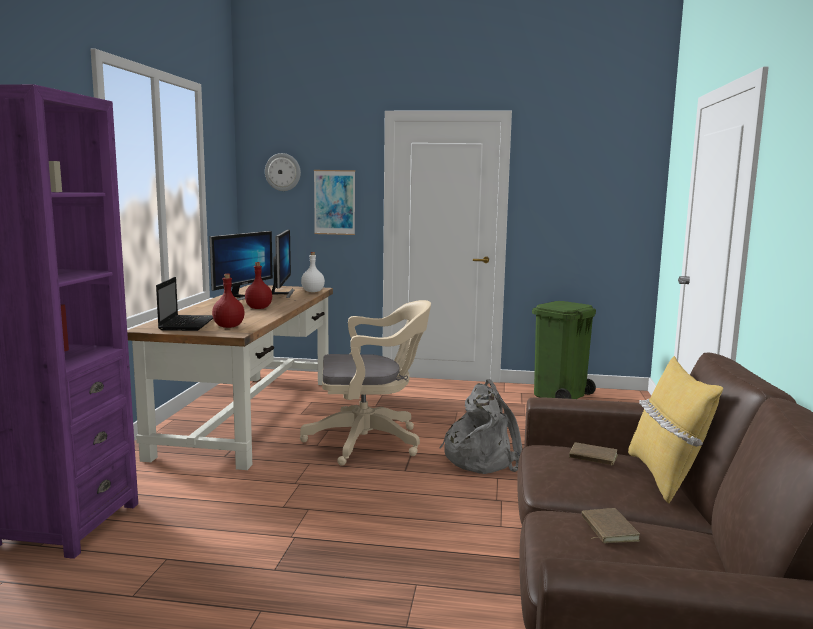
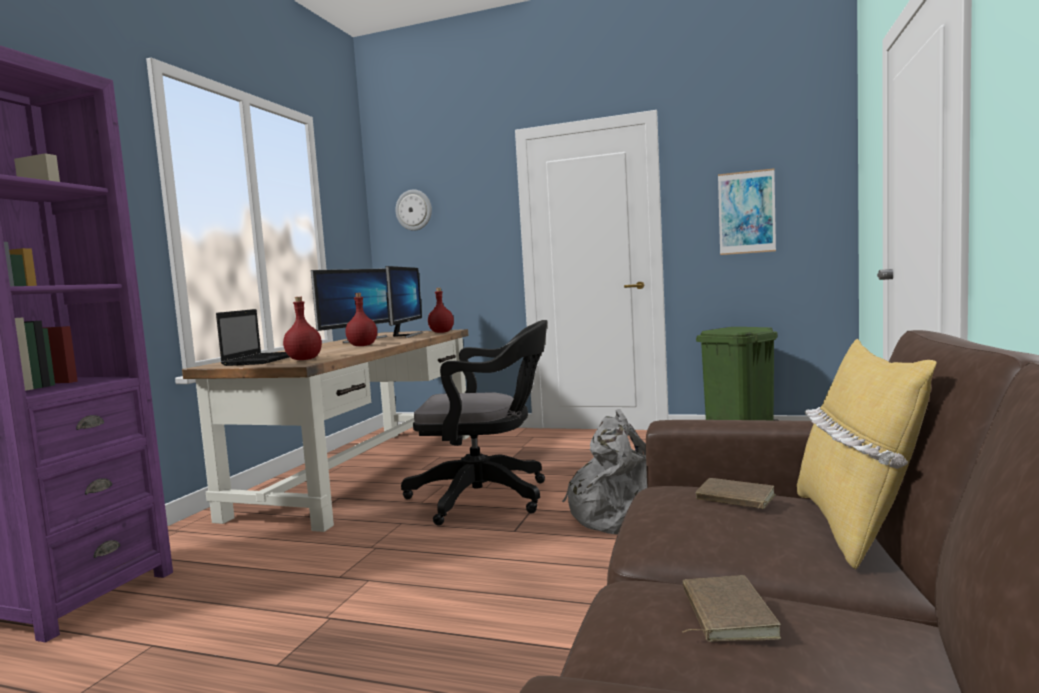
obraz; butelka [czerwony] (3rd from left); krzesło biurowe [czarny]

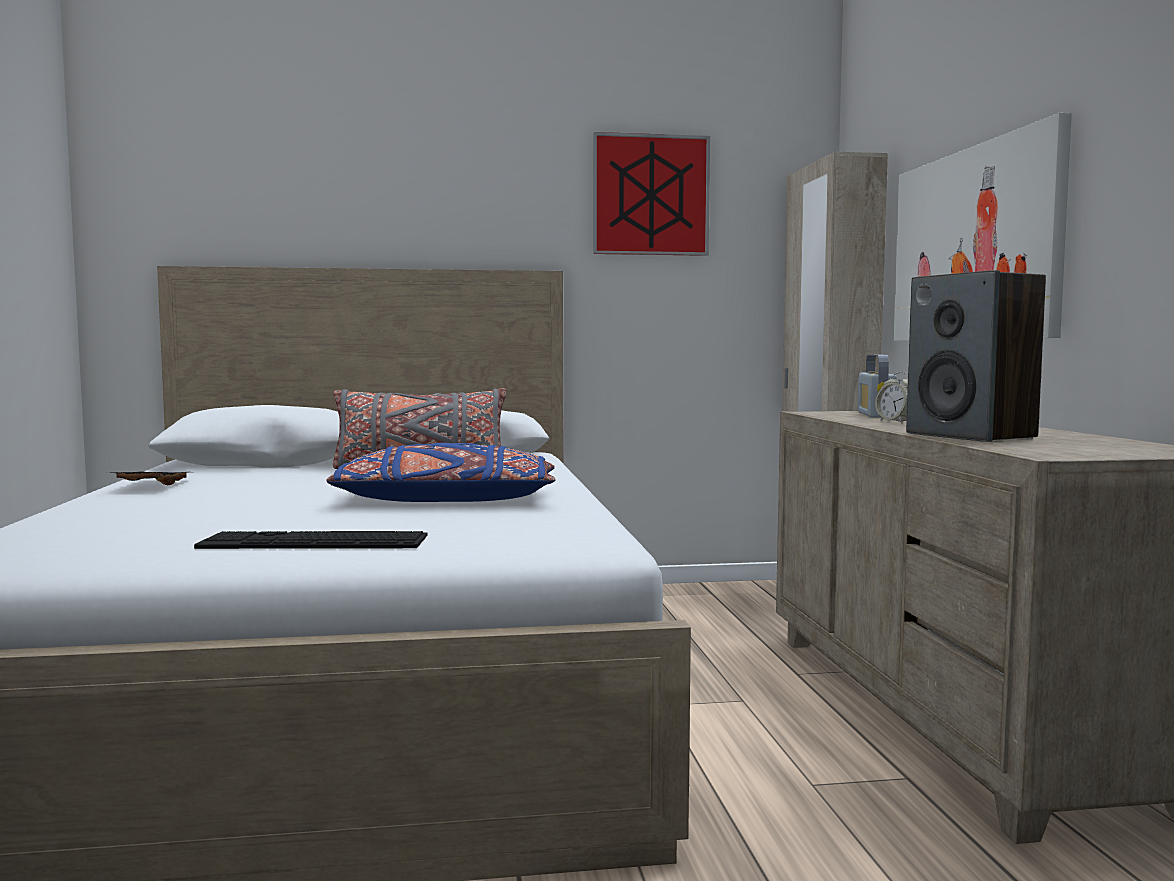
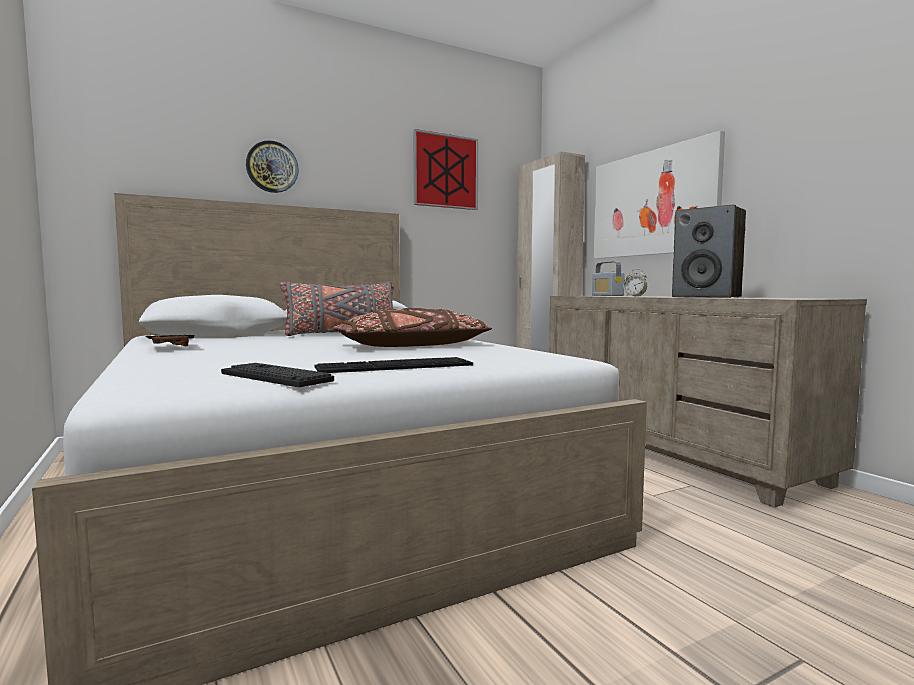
poduszka [brązowy]; zegar ścienny; klawiatura (1st from left)

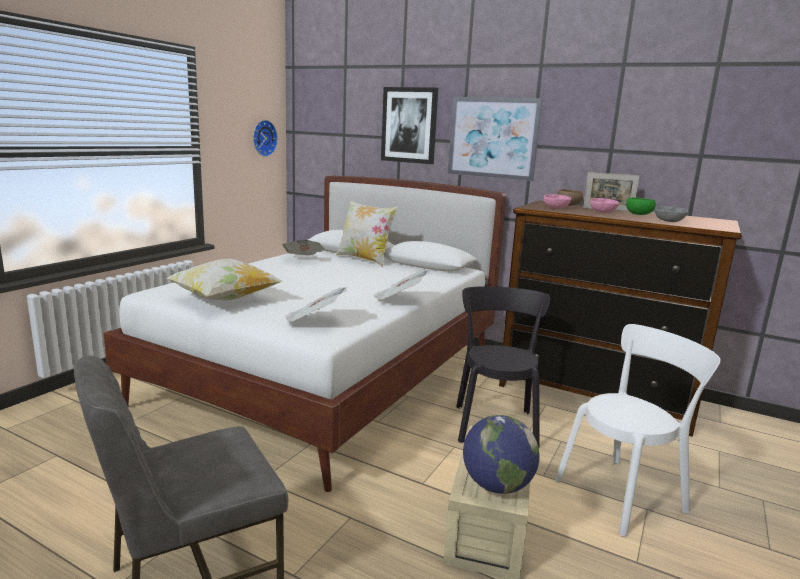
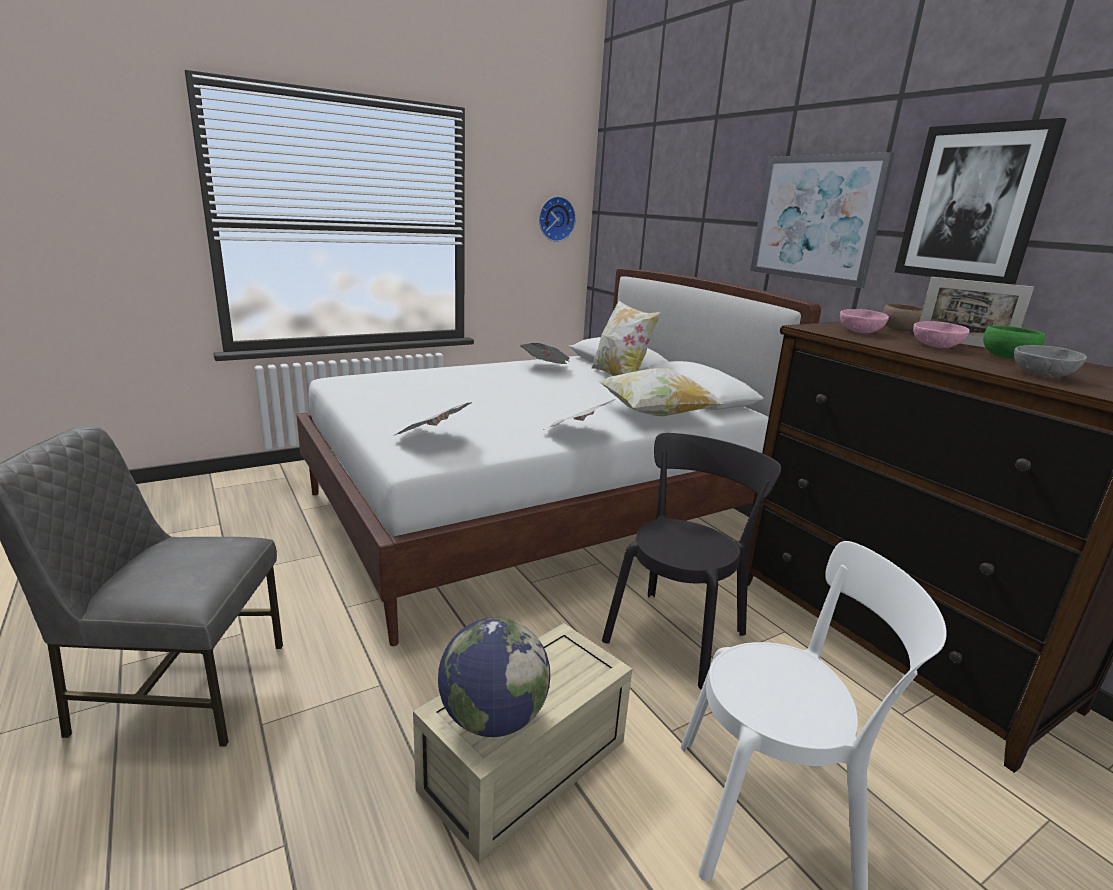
obraz (2nd from left); poduszka (2nd from left)

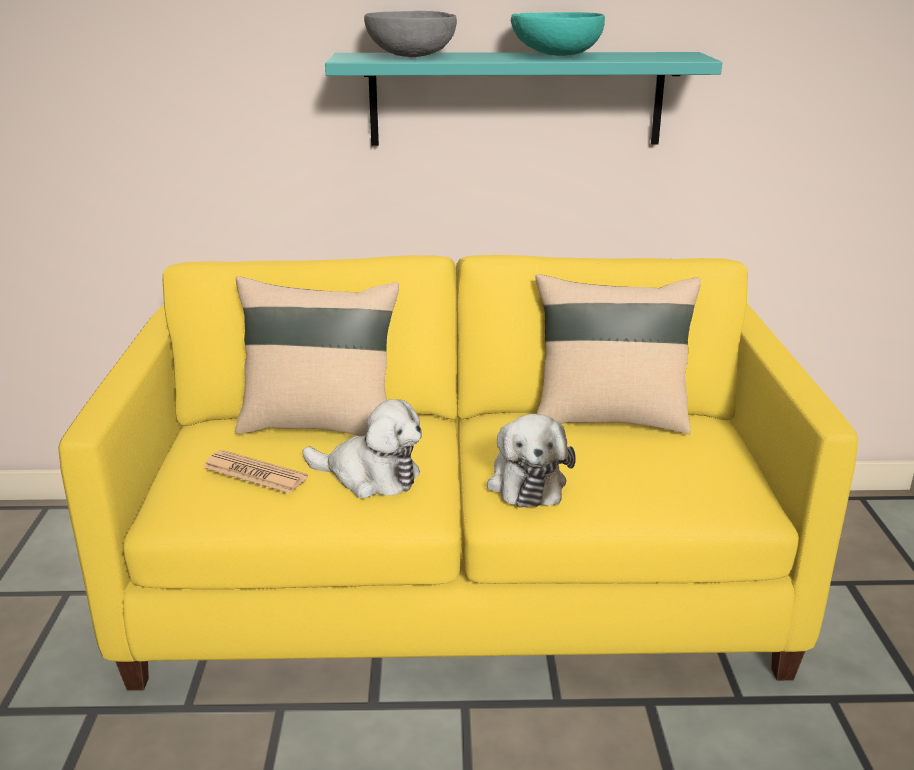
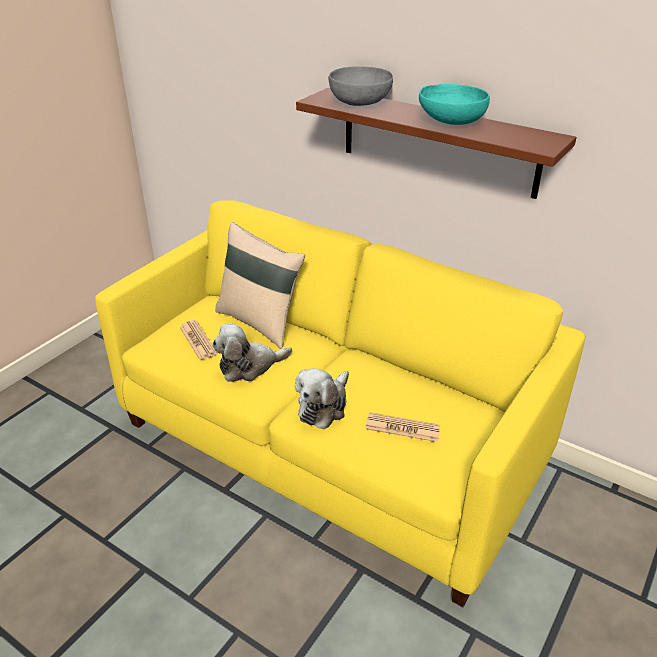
półka [brązowy]; poduszka [beżowy] (2nd from left in the first image); pluszak (1st from left); gazeta (2nd from left)

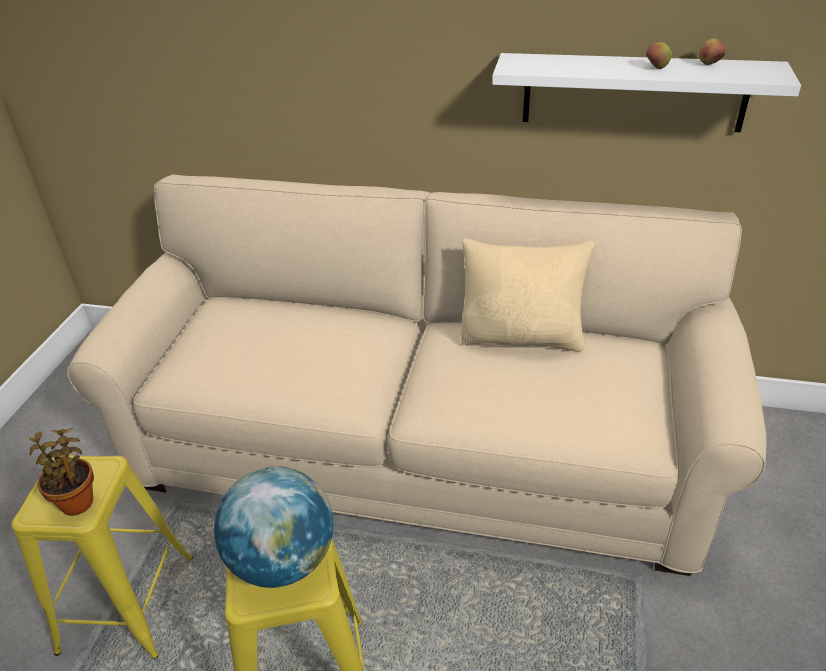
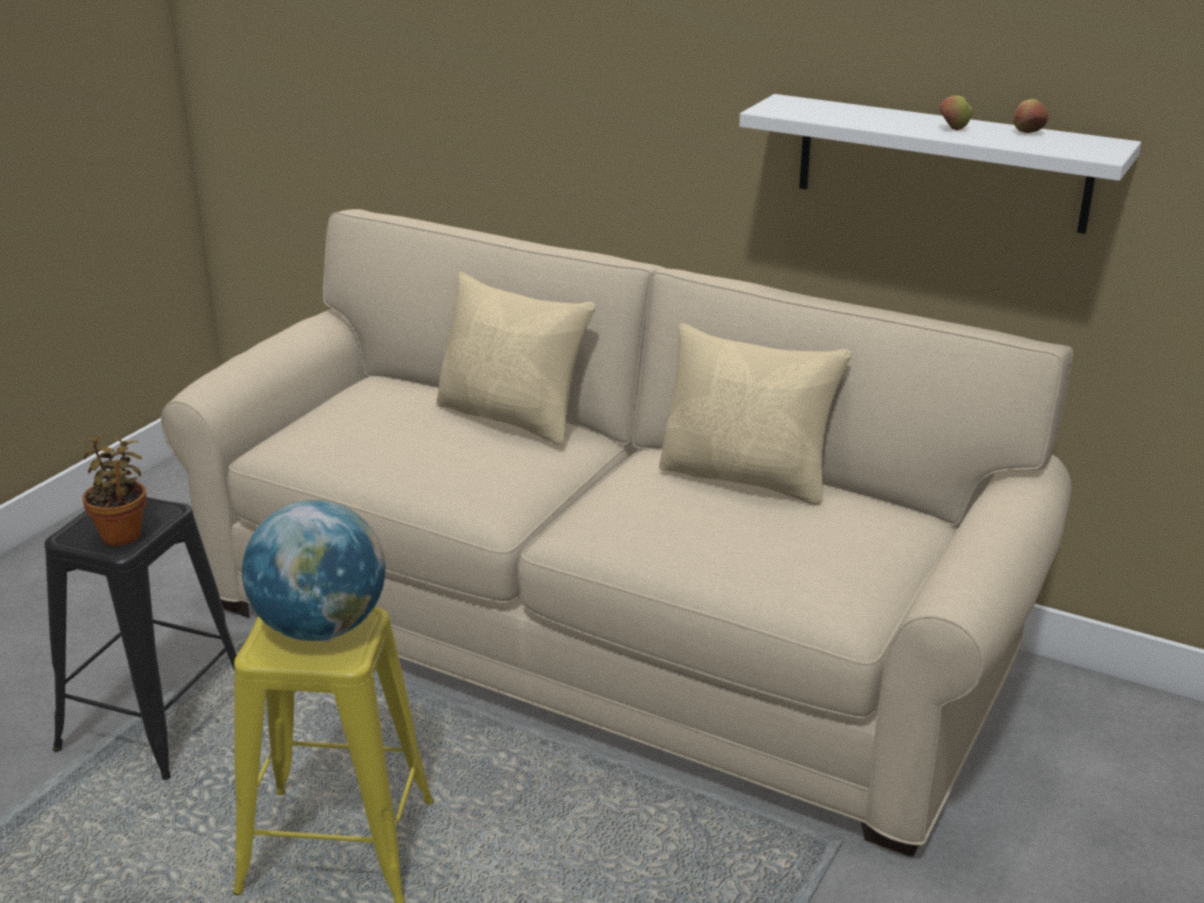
stołek [czarny]; poduszka [beżowy] (1st from left)

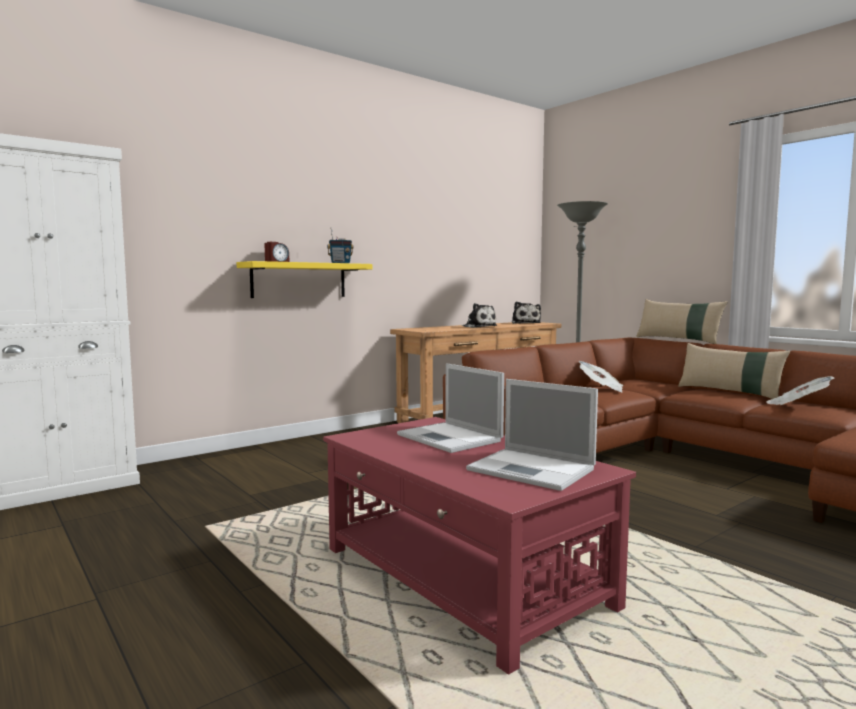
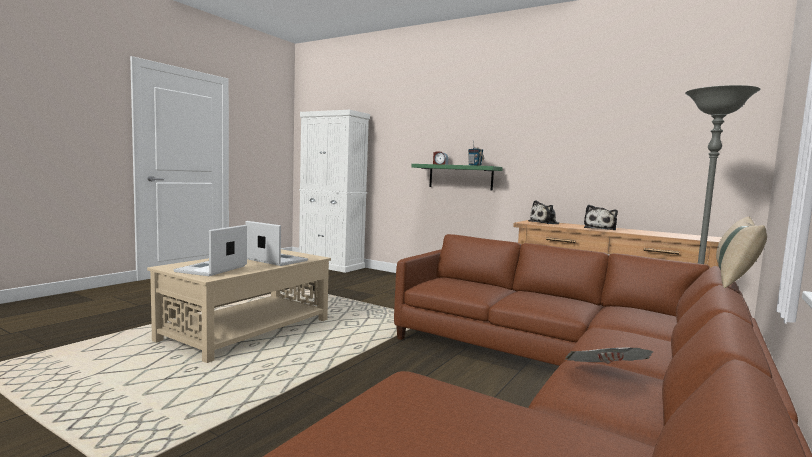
półka [zielony]; pluszak (1st from left); poduszka [beżowy] (2nd from left in the first image); gazeta (1st from left in the first image); laptop (2nd from left); ława [beżowy]

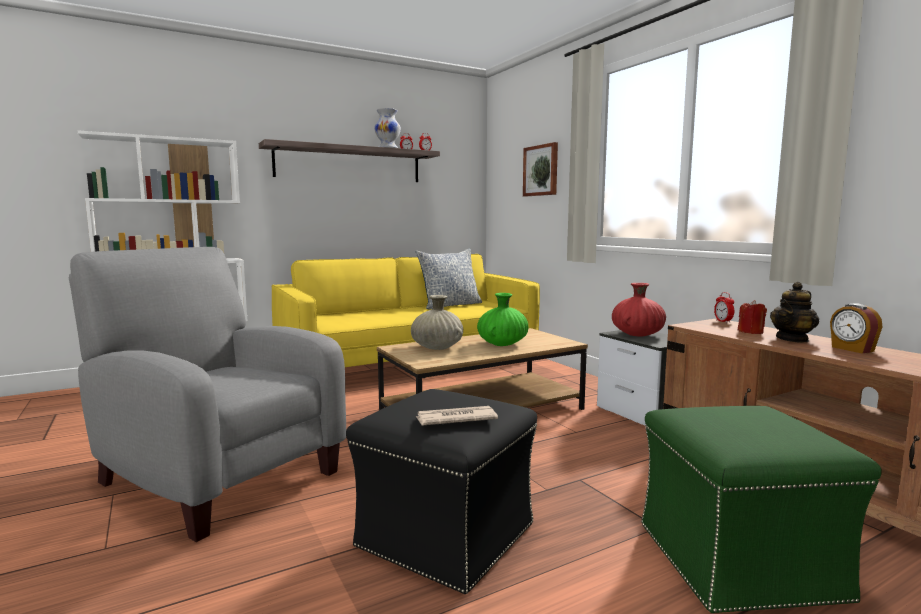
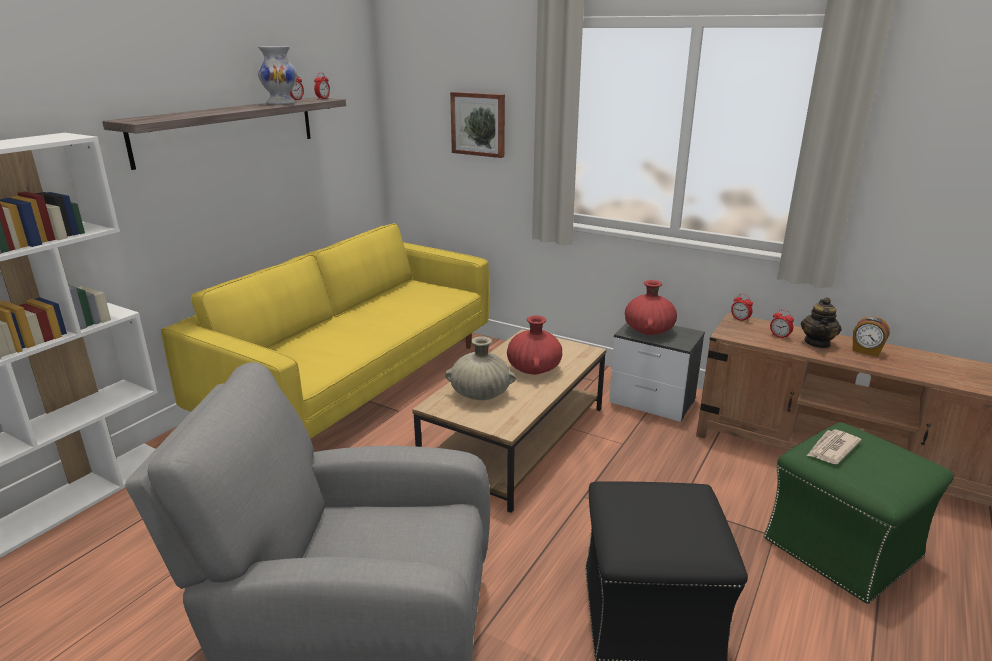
poduszka; wazon [czerwony] (1st from left); budzik (4th from left); gazeta

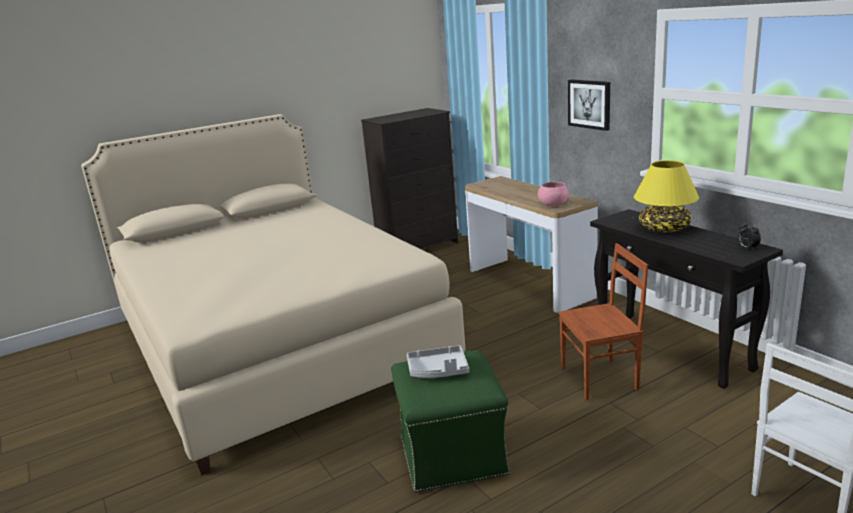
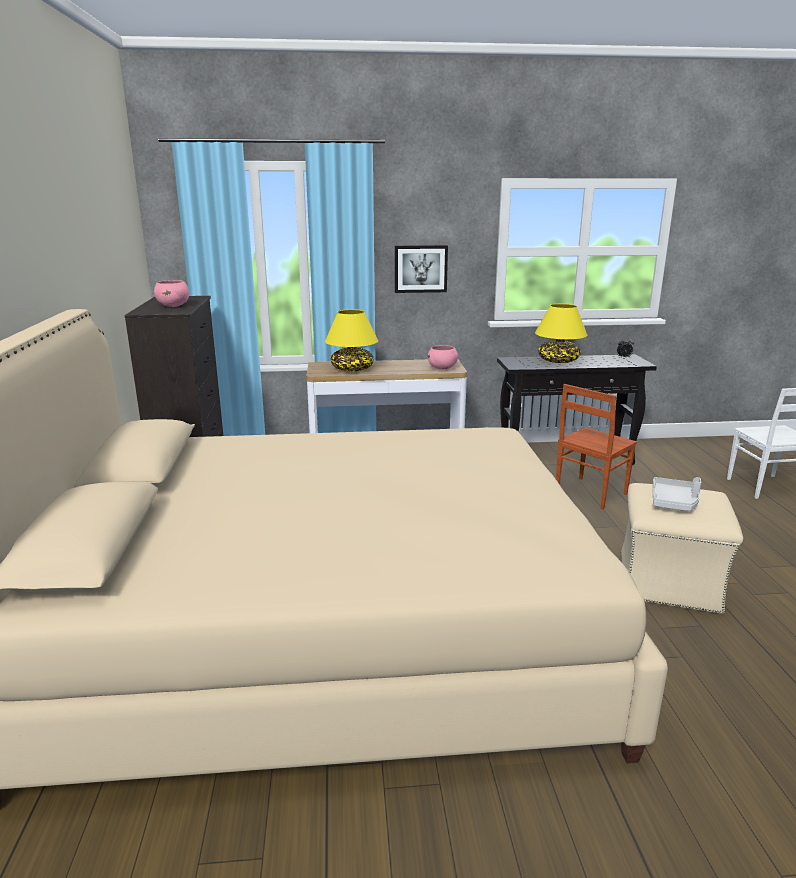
krzesło [brązowy]; pufa [beżowy]; miska [różowy] (1st from left); lampa stołowa [żółty] (1st from left)

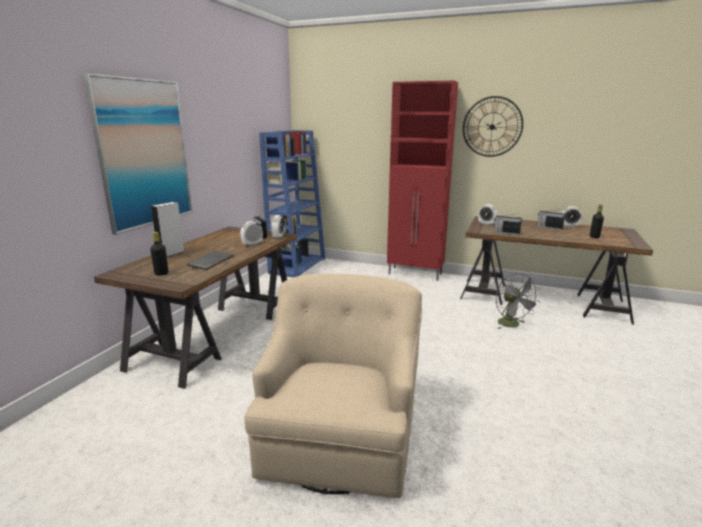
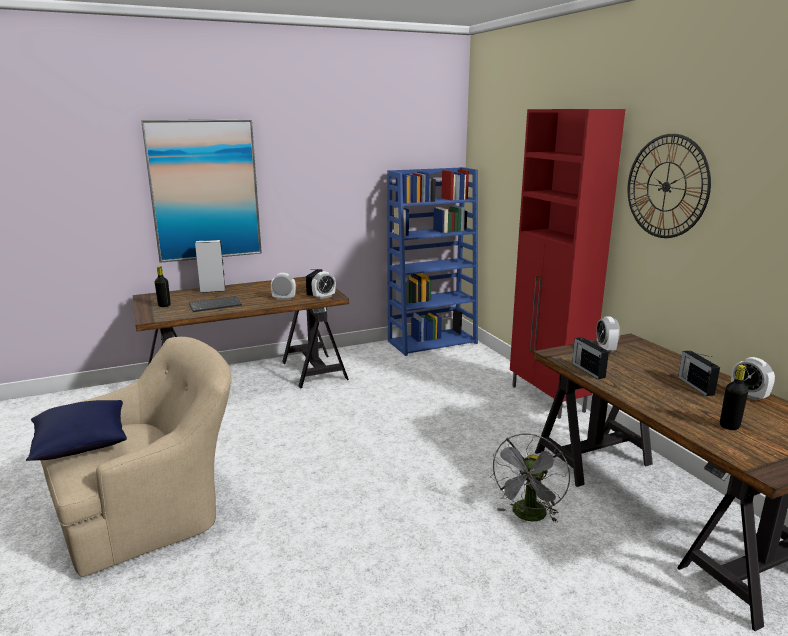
poduszka [niebieski]

